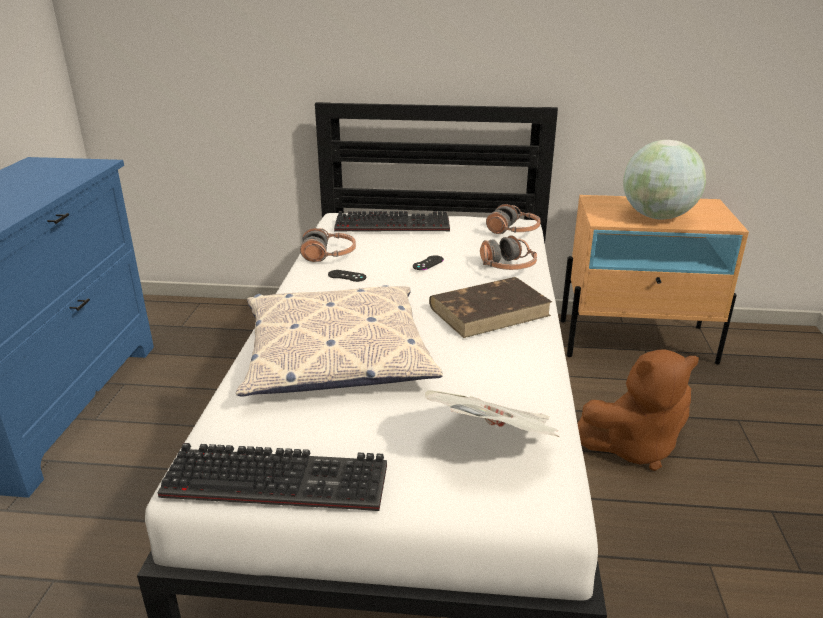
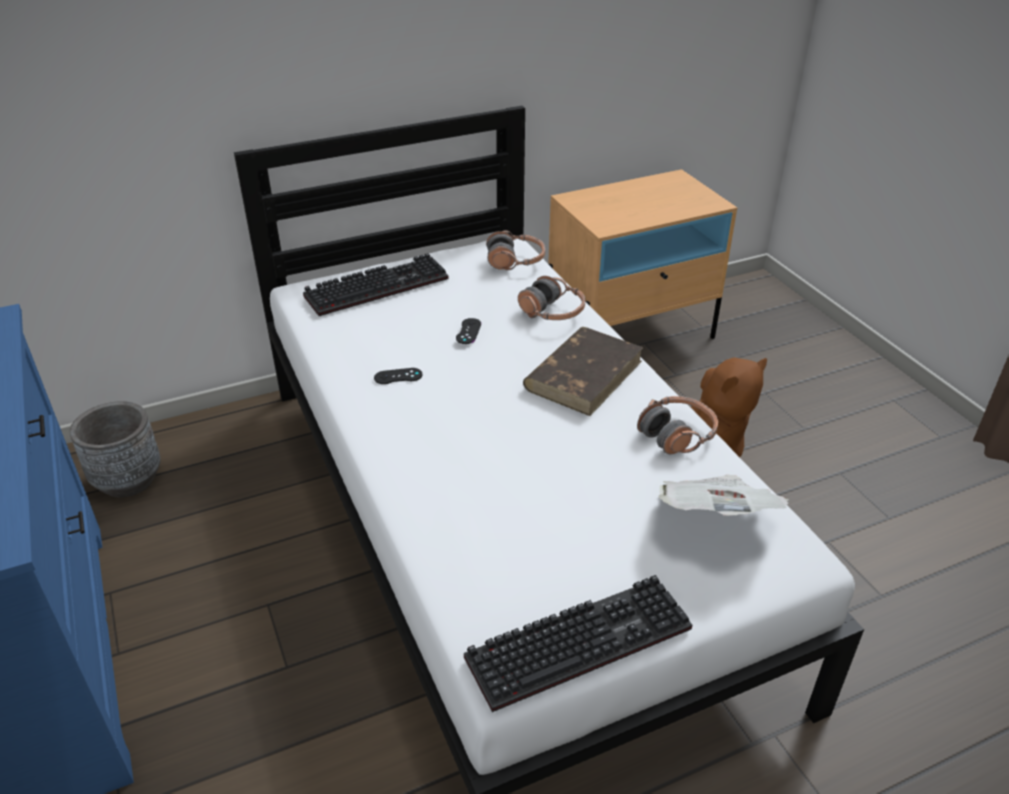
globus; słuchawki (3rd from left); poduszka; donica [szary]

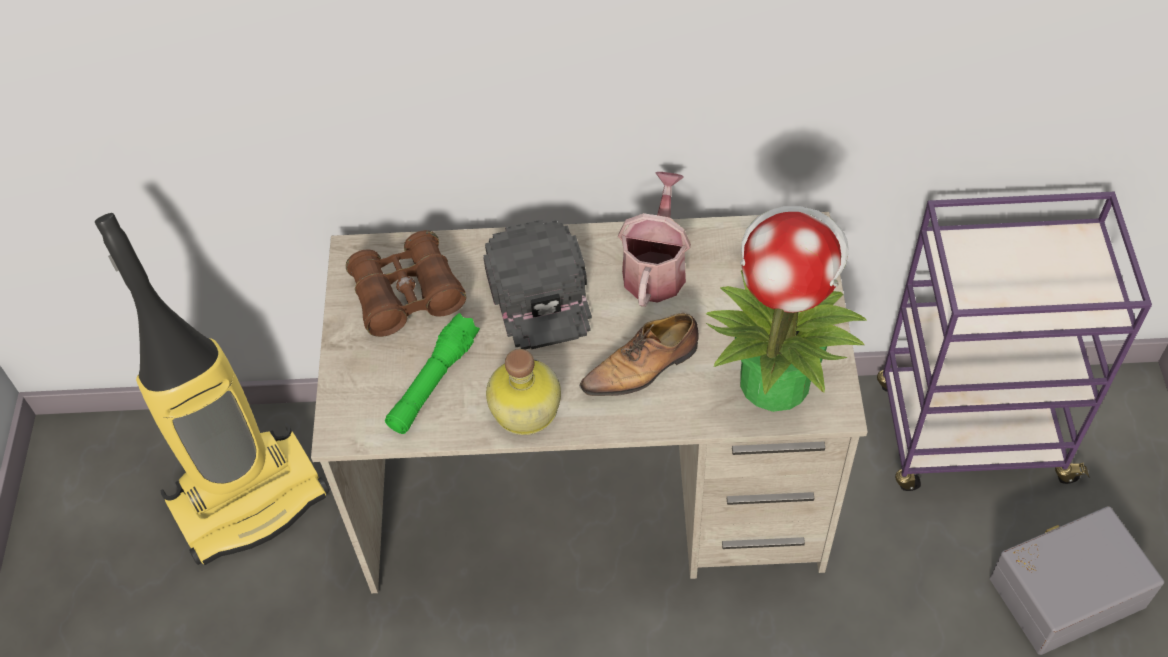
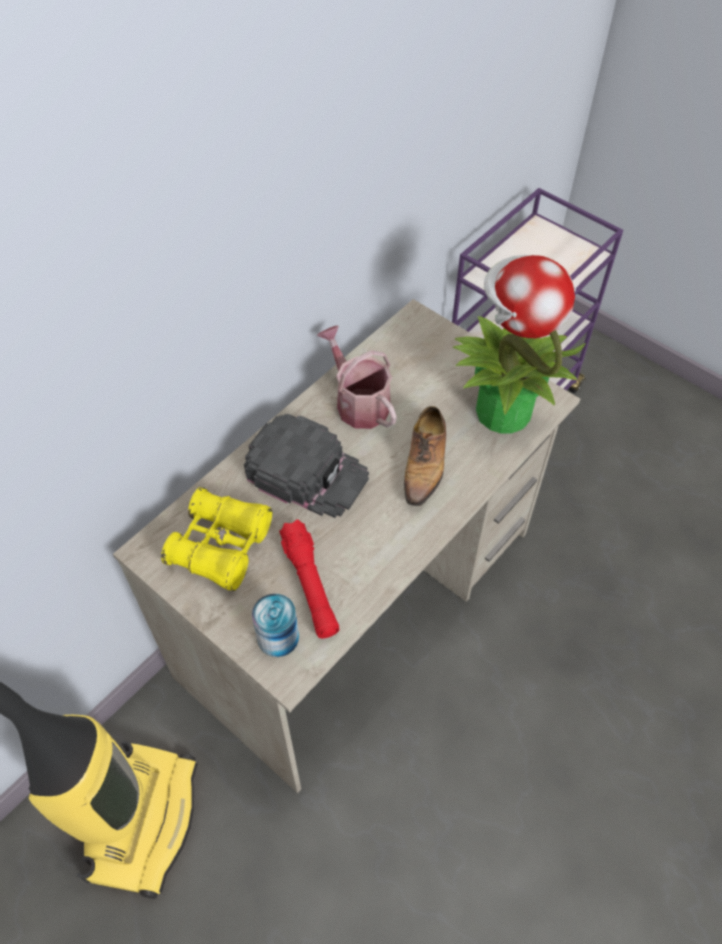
lornetka [żółty]; latarka [czerwony]; butelka; pojemnik do przechowywania [szary]; puszka

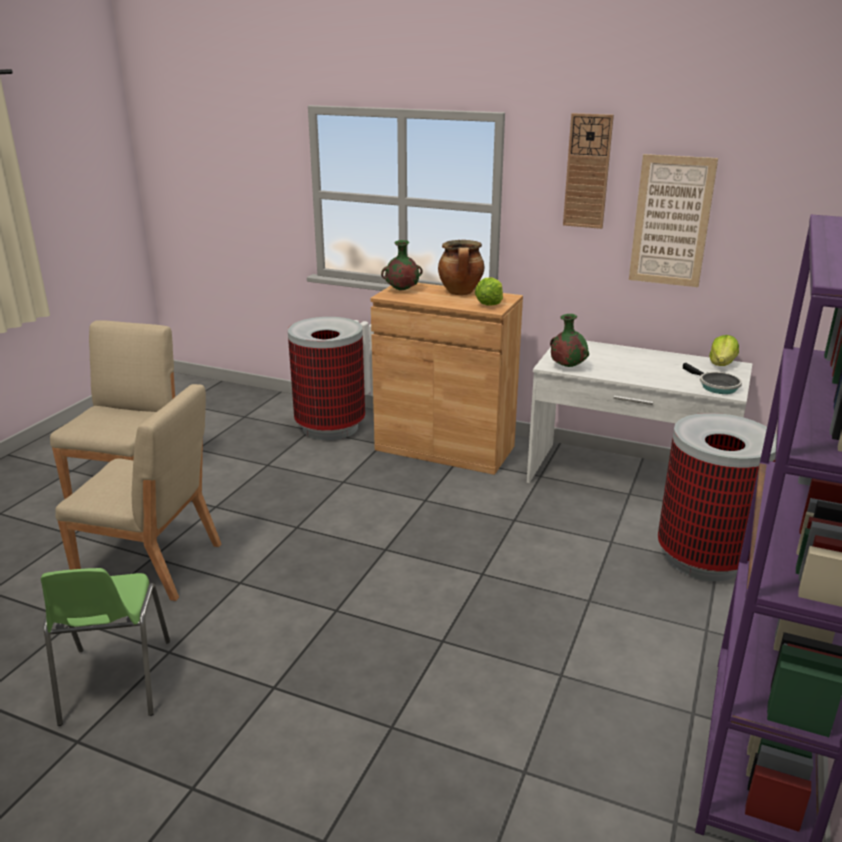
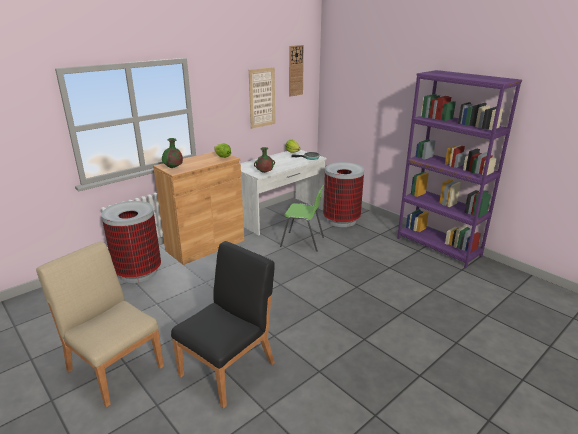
zegar ścienny; garnek; krzesło [czarny]; krzesło [zielony]

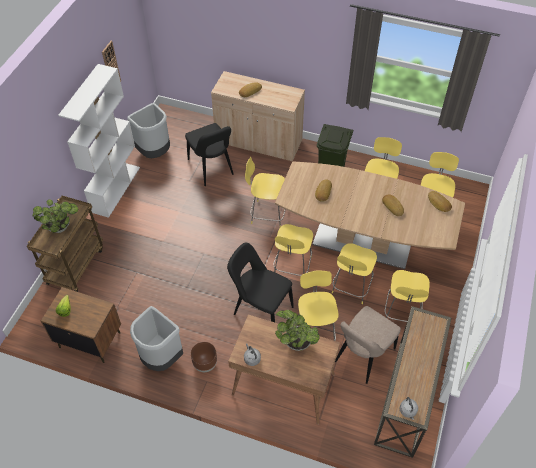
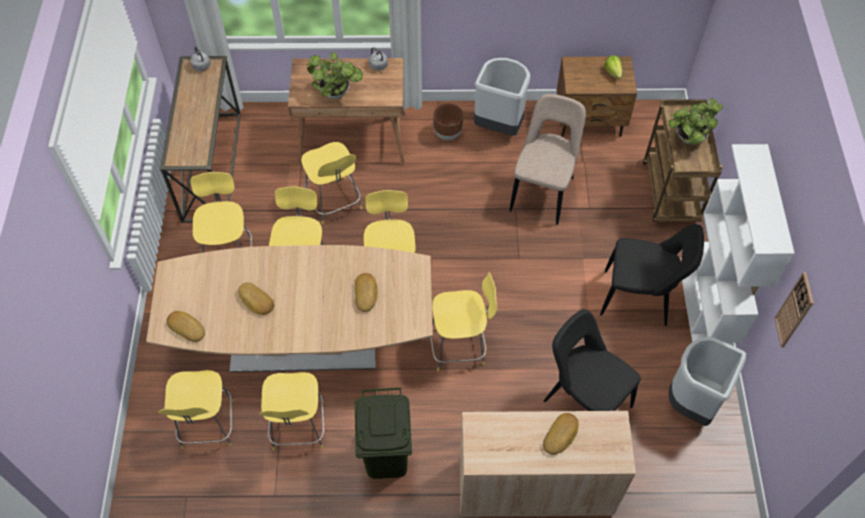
krzesło [czarny] (2nd from left); krzesło [beżowy]

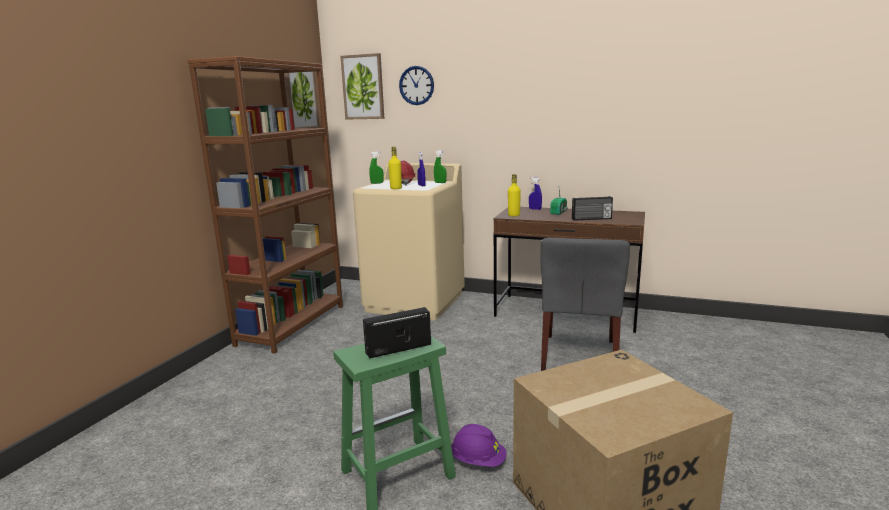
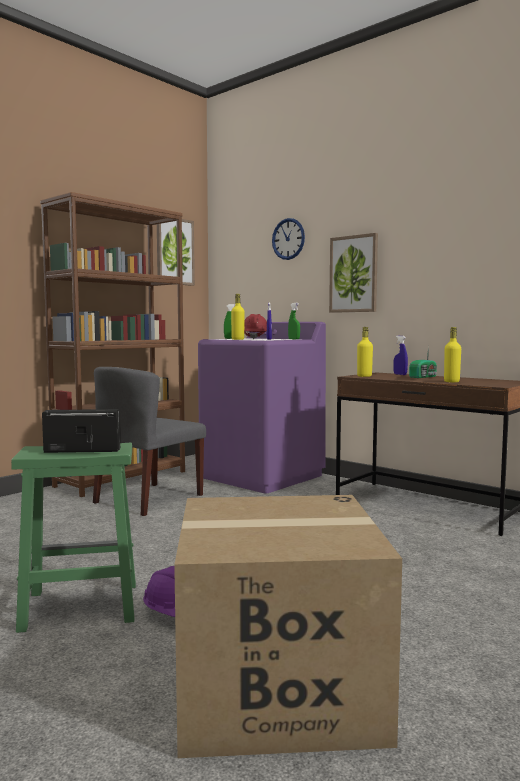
obraz (2nd from left); pralka [fioletowy]; butelka [żółty] (3rd from left); krzesło [szary]

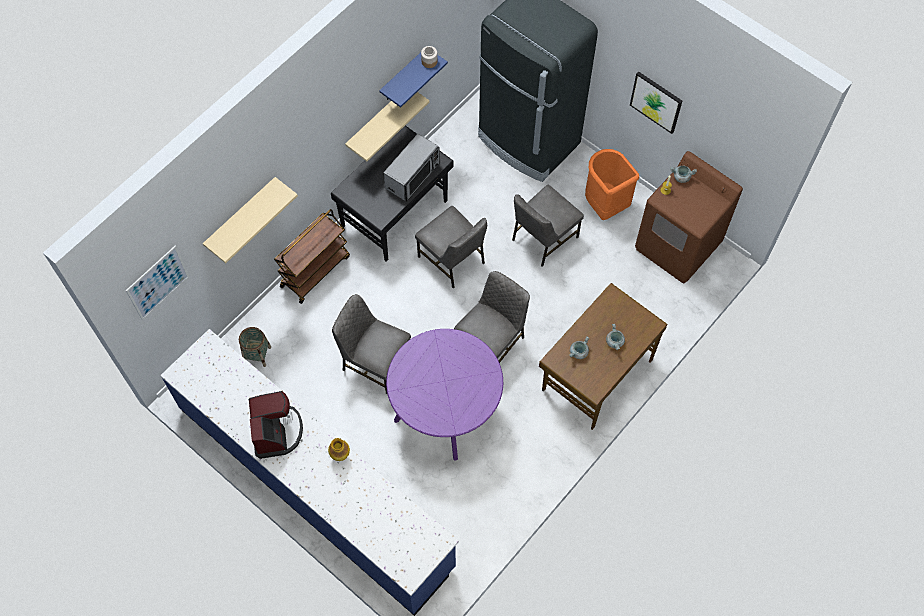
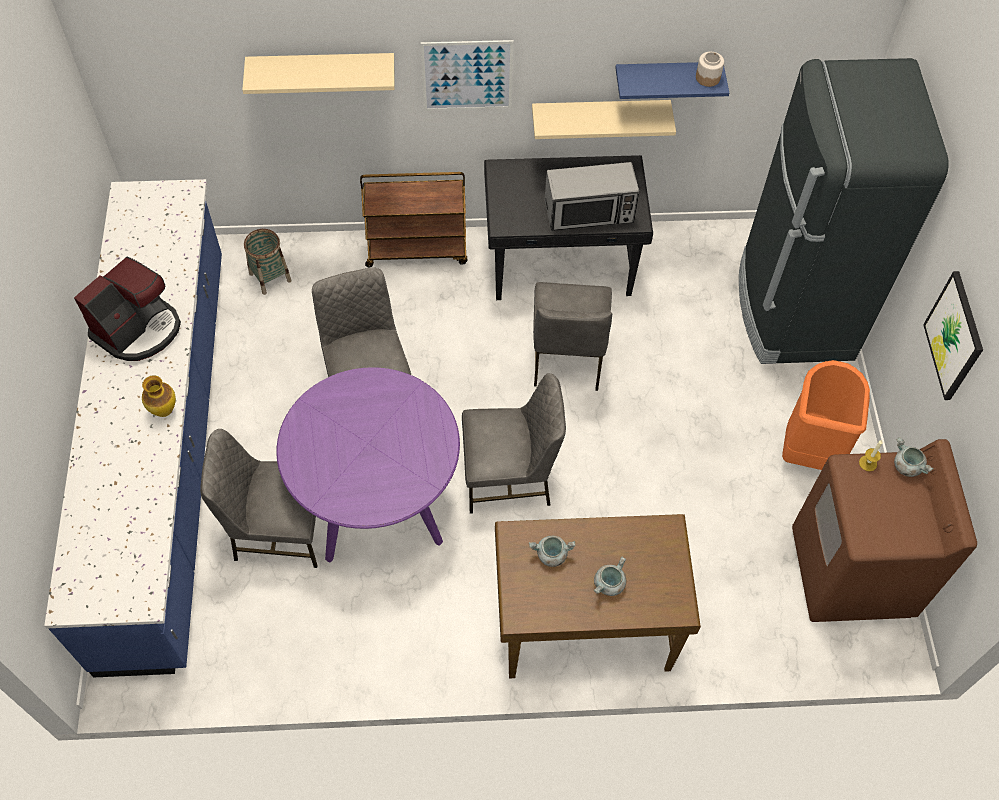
krzesło [szary] (1st from left); obraz (1st from left)

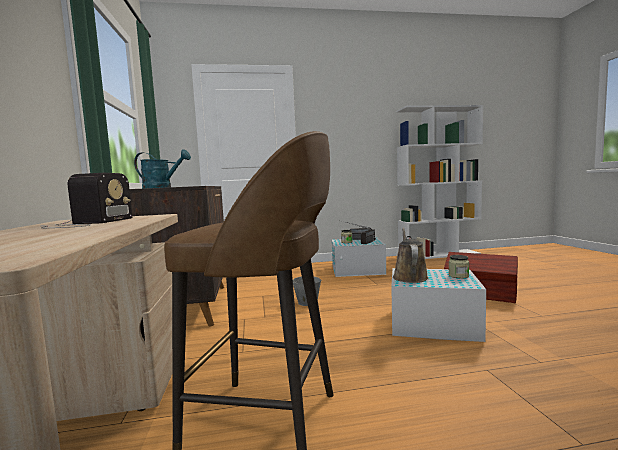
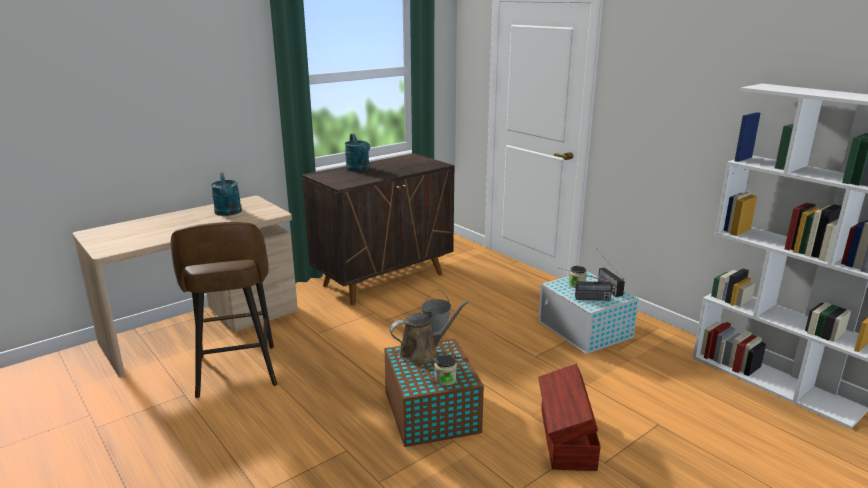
konewka [turkusowy] (1st from left); pojemnik do przechowywania [brązowy] (1st from left)

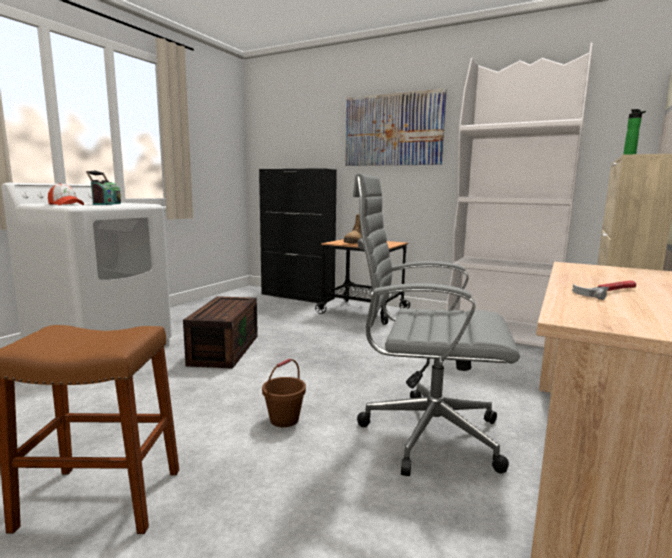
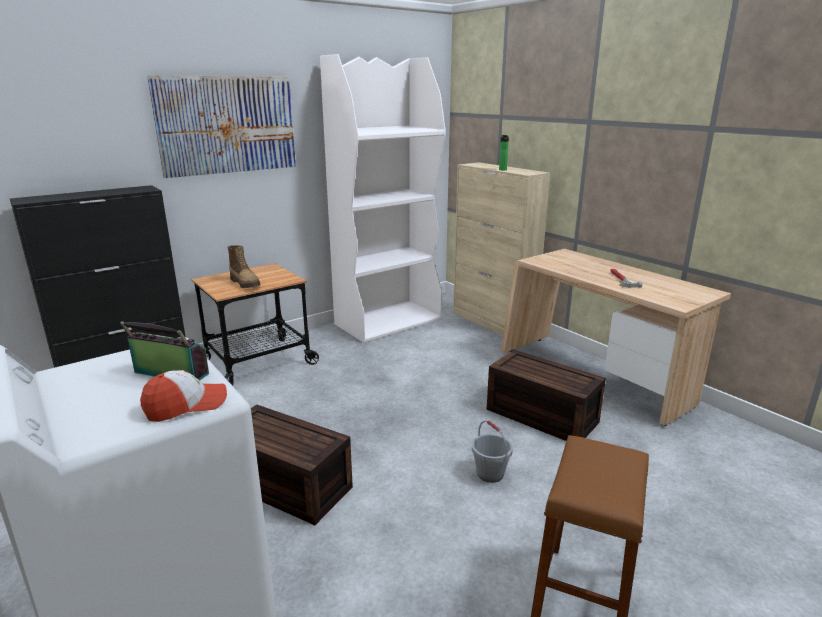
pojemnik do przechowywania [brązowy] (2nd from left); wiadro [szary]

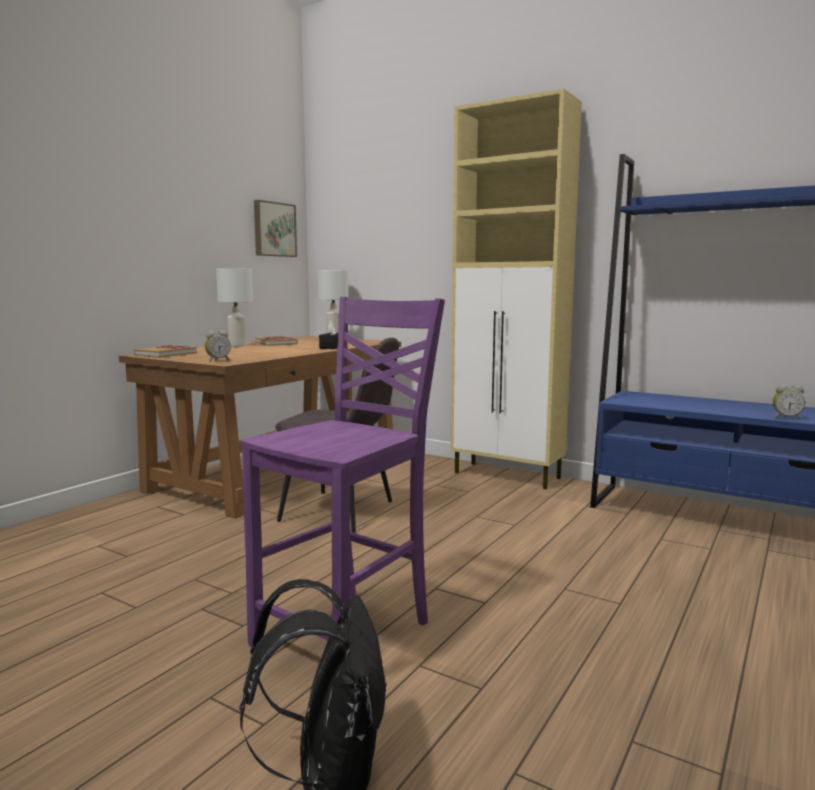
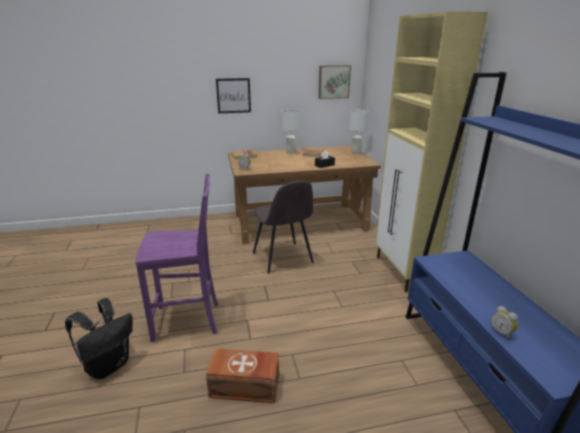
obraz (1st from left); pojemnik do przechowywania [brązowy]

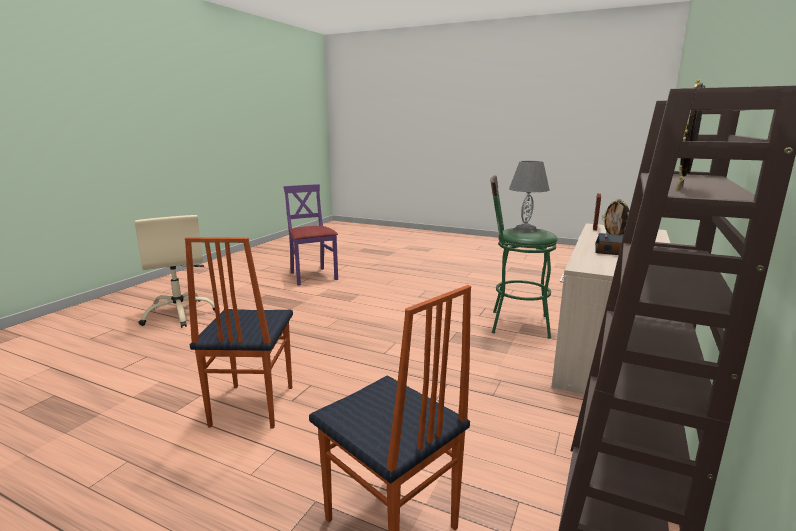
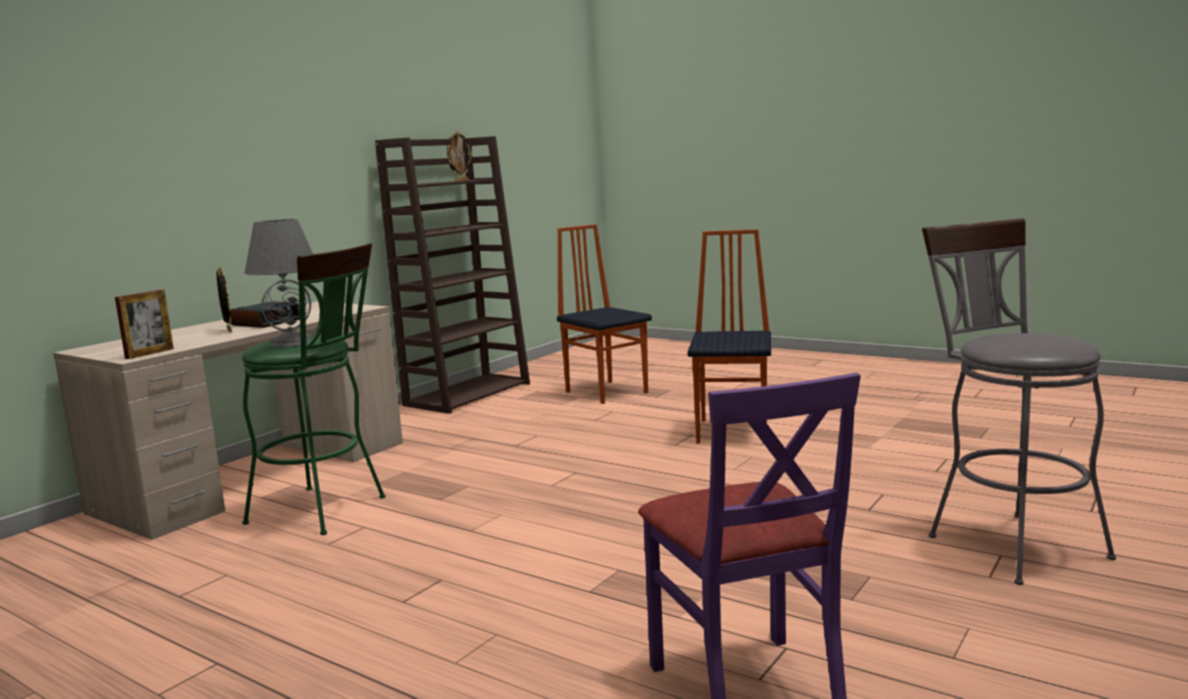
stołek [szary]

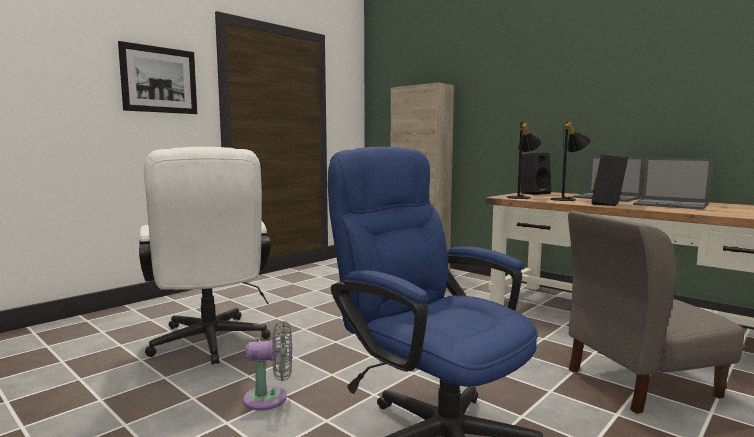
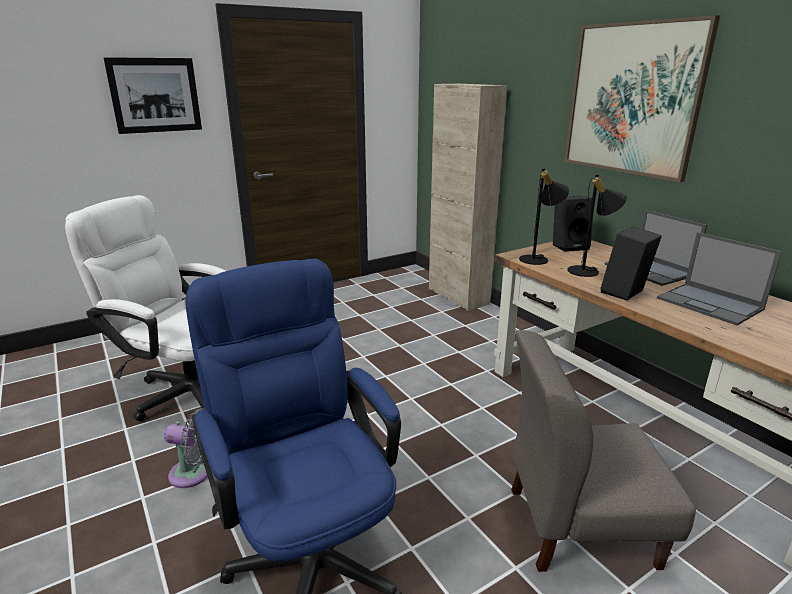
krzesło biurowe [biały]; obraz (2nd from left)

